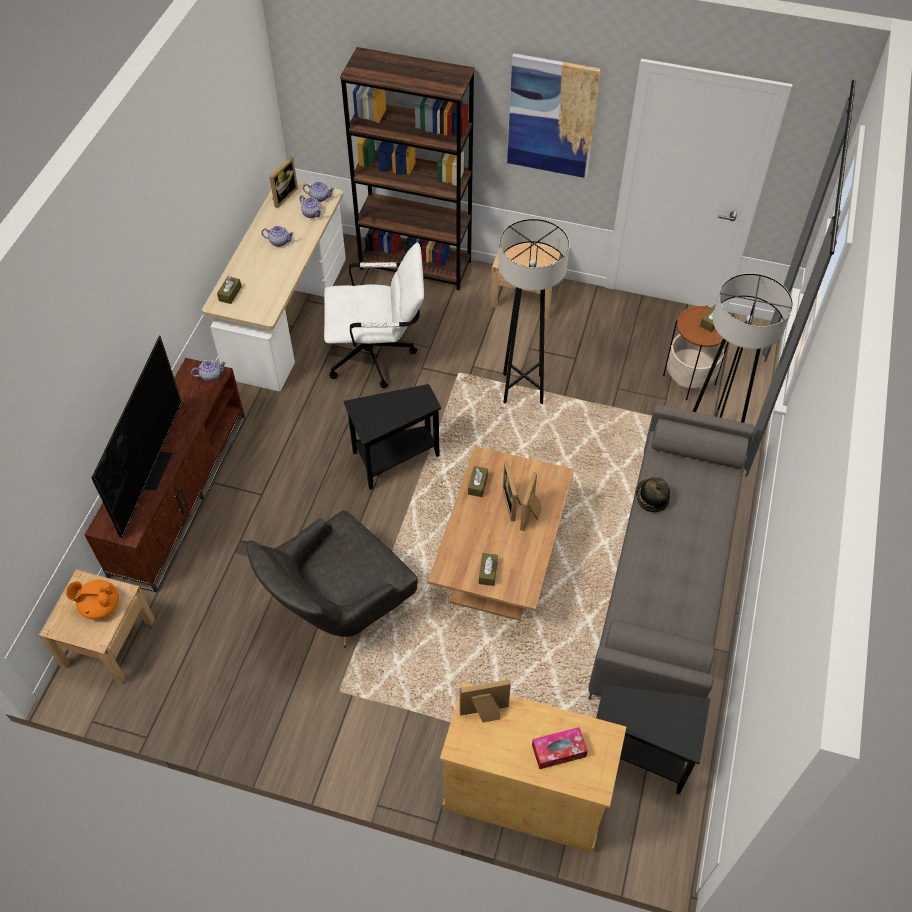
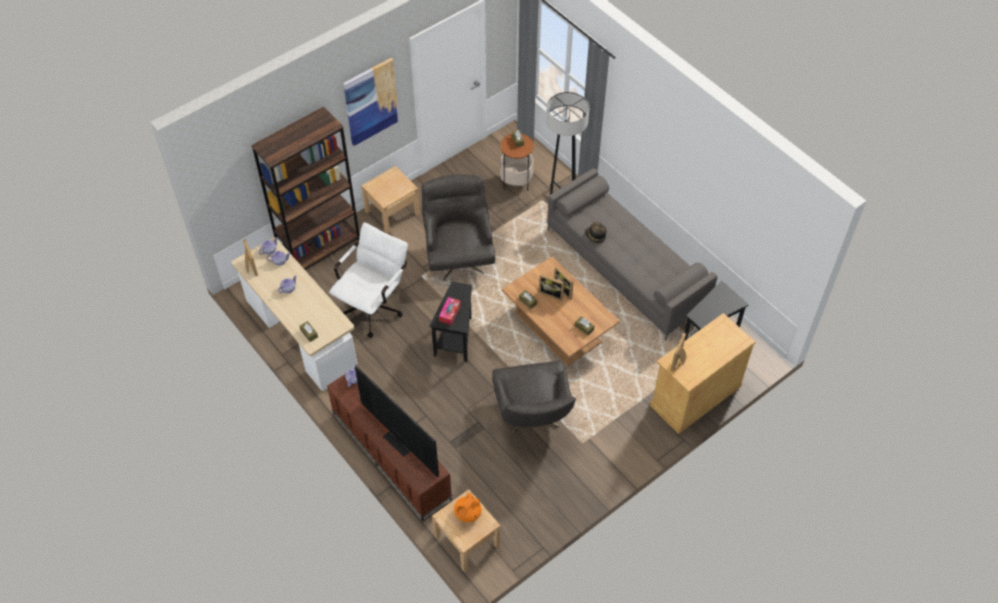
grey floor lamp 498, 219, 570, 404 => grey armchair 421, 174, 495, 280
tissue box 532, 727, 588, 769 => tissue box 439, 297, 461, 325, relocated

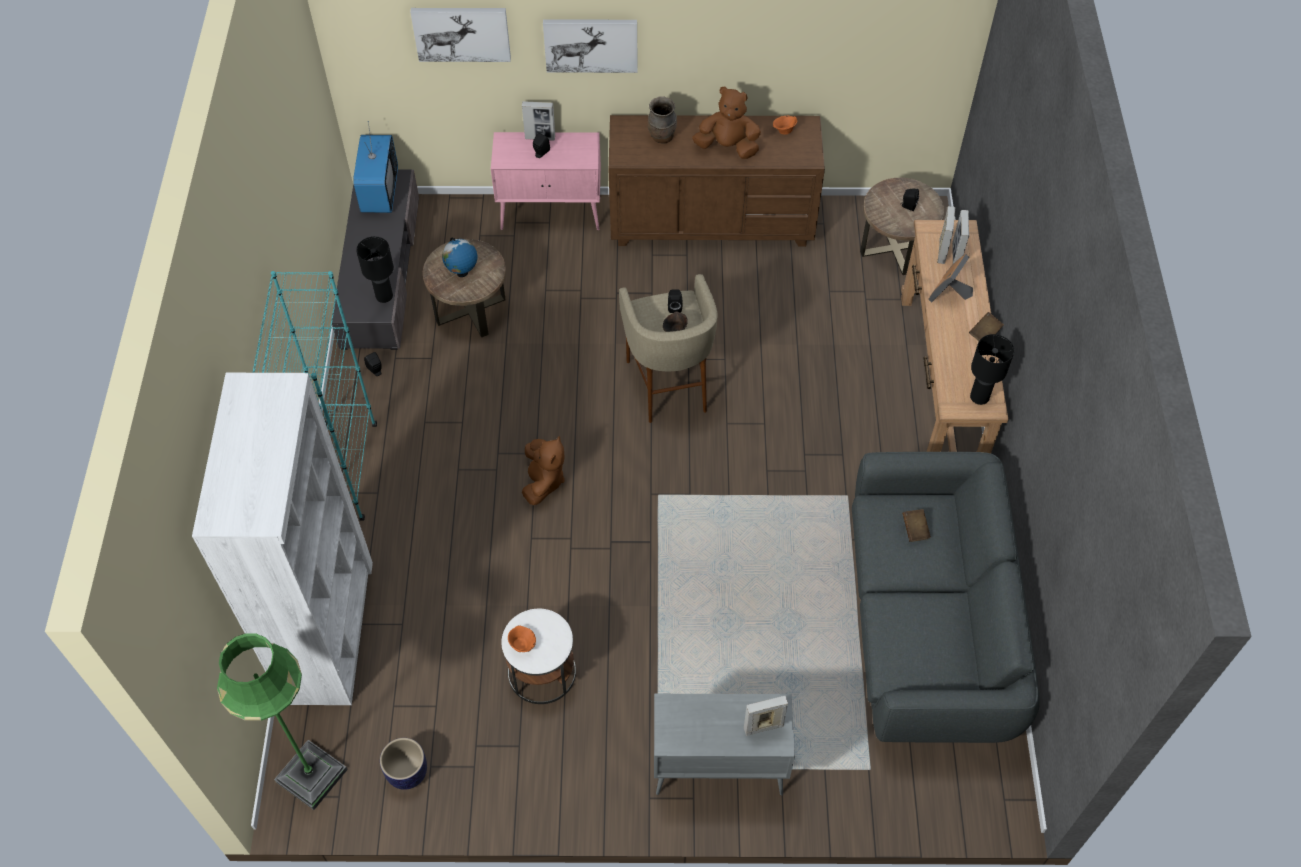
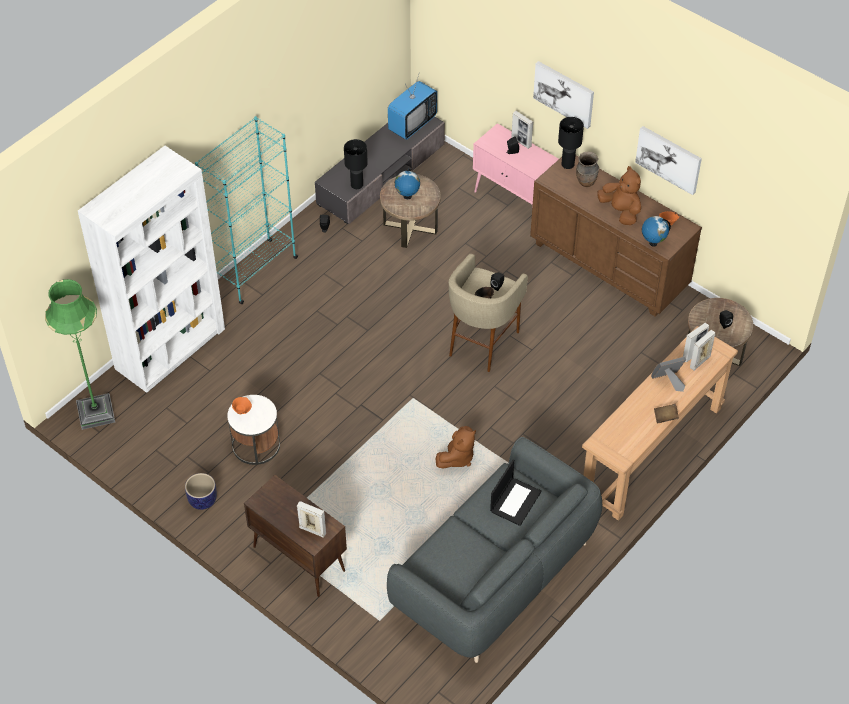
planter 380, 738, 427, 790 => planter 185, 473, 217, 510, relocated
grey cabinet 654, 694, 795, 795 => brown cabinet 244, 475, 347, 597
brown plush toy 522, 436, 565, 505 => brown plush toy 435, 426, 476, 469, relocated
brown book 902, 509, 931, 542 => laptop 490, 460, 542, 526
black table lamp 970, 334, 1014, 405 => black table lamp 558, 117, 584, 169, relocated
picture 410, 8, 511, 62 => picture 635, 126, 702, 195, relocated
nothing => globe 642, 216, 671, 247

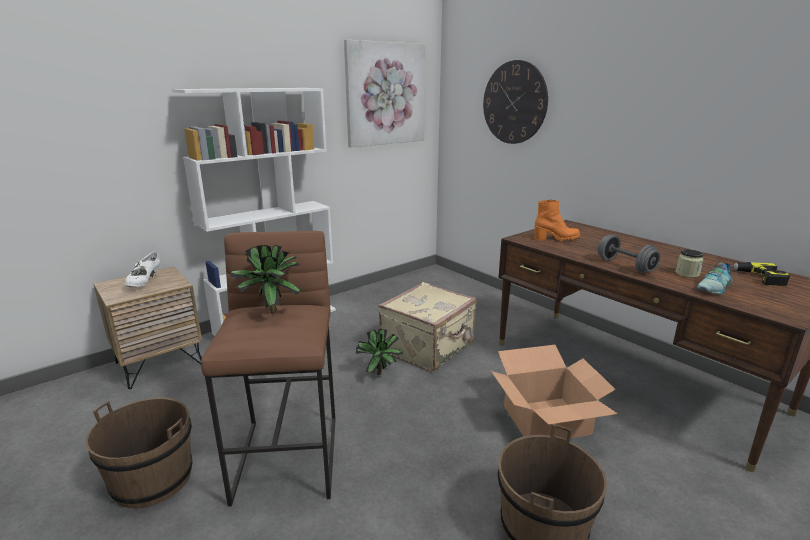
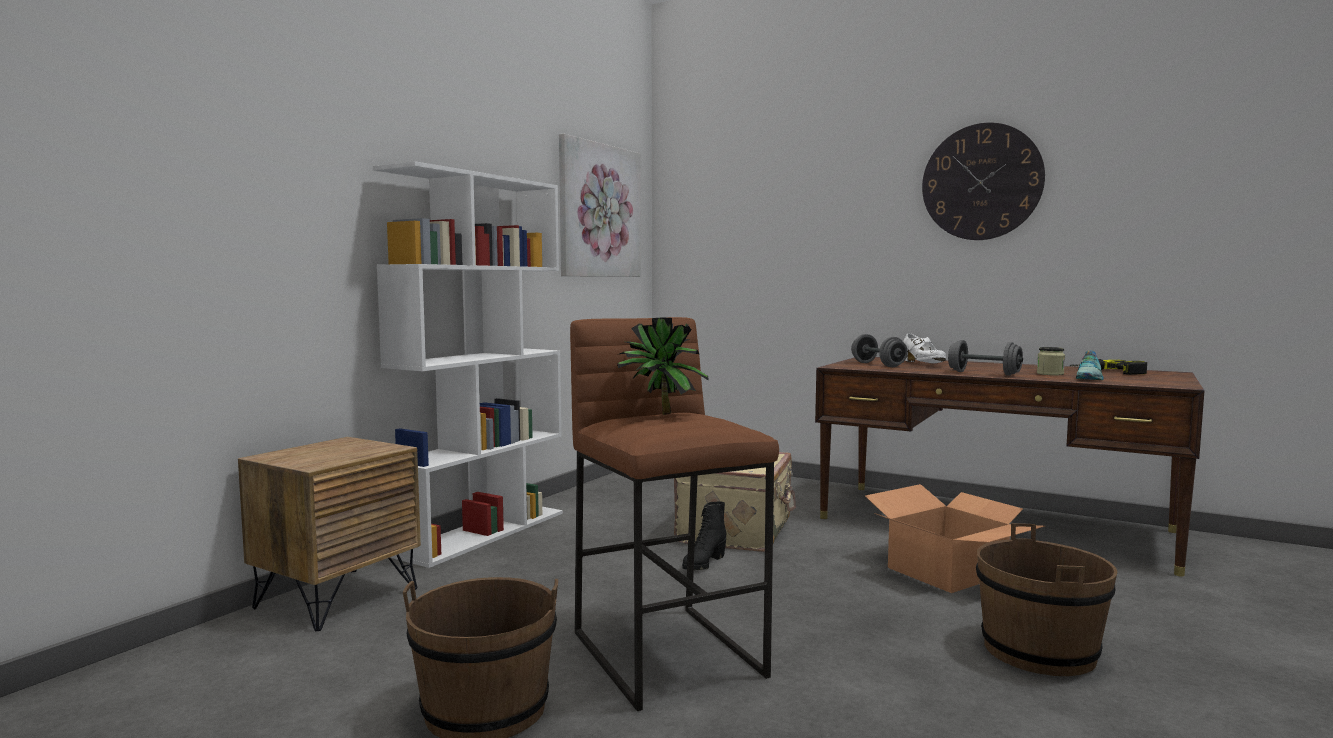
potted plant 356, 329, 403, 375 => black boot 682, 501, 726, 570
orange boot 534, 200, 580, 241 => grey dumbbell 851, 334, 908, 367
white shoe 125, 252, 160, 287 => white shoe 903, 333, 946, 363, relocated
wall clock 483, 60, 548, 144 => wall clock 922, 123, 1045, 240, relocated

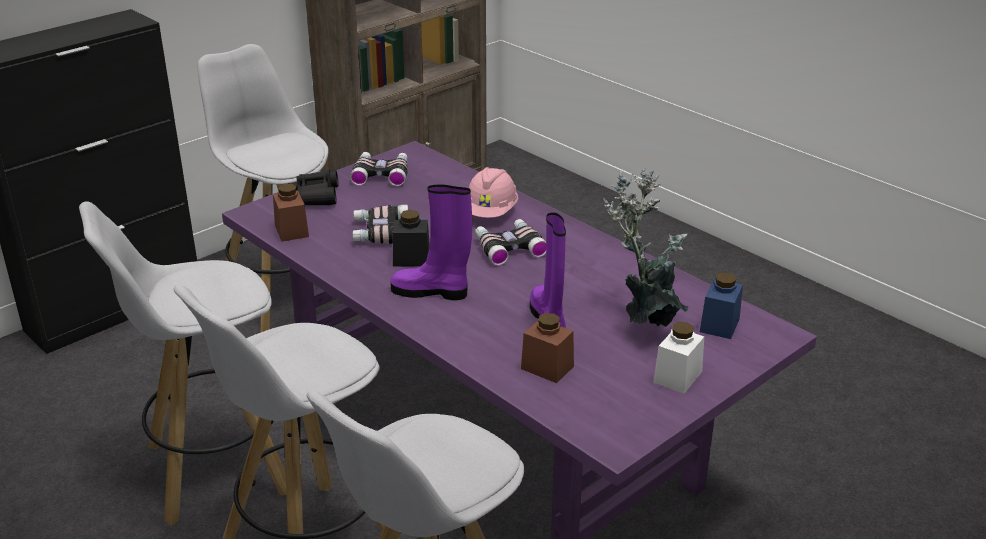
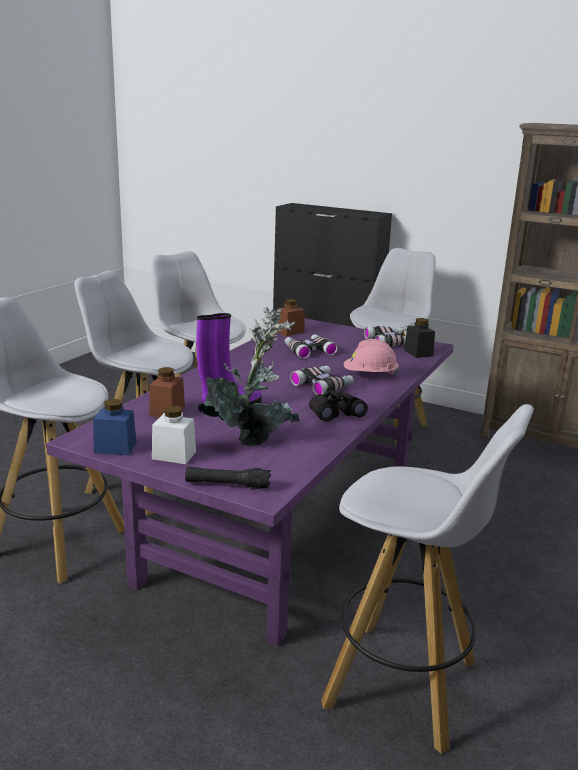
blue jar 700, 273, 743, 339 => blue jar 93, 399, 137, 455, relocated
nothing => black flashlight 185, 466, 271, 489
black binoculars 291, 170, 338, 205 => black binoculars 309, 387, 368, 422, relocated
nothing => white stool 321, 404, 534, 754
black jar 393, 210, 430, 267 => black jar 404, 318, 435, 358, relocated
purple boot 390, 185, 472, 300 => nothing

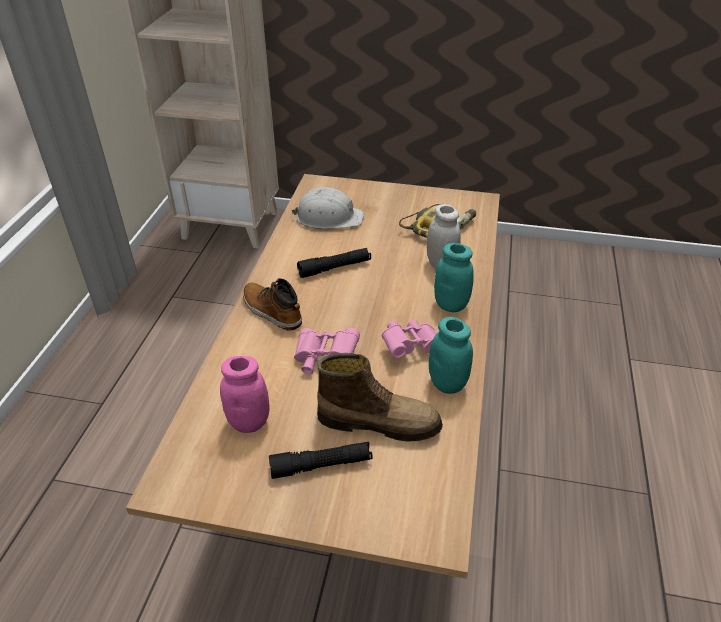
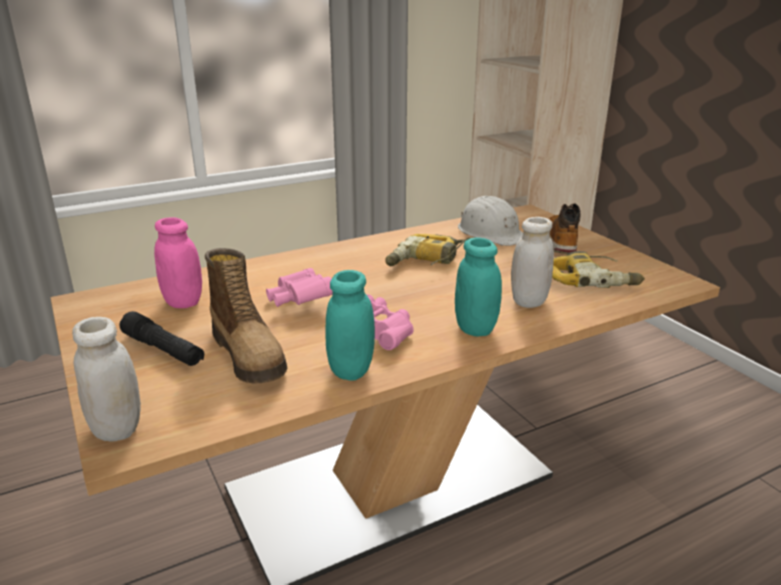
nothing => white jar 72, 317, 141, 442
black flashlight 297, 248, 371, 278 => power drill 385, 234, 470, 266
boot 243, 278, 302, 331 => boot 549, 204, 581, 254, relocated

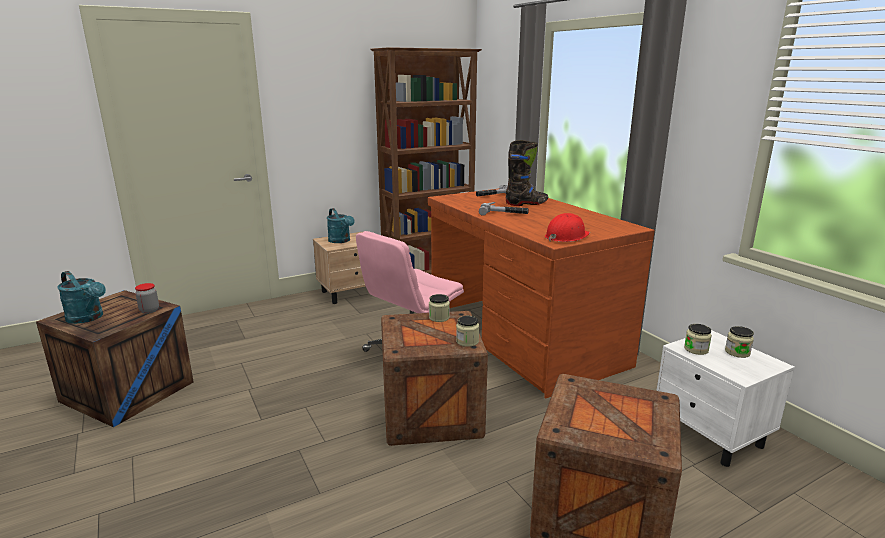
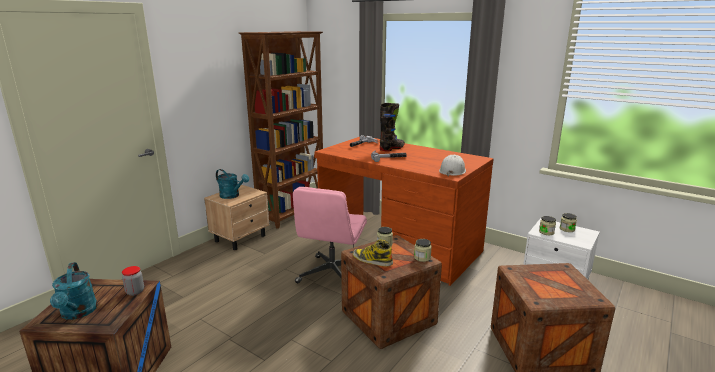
turquoise watering can 57, 271, 106, 324 => turquoise watering can 50, 262, 98, 320, 60 degrees clockwise
nothing => boot 353, 240, 393, 267
red hard hat 545, 213, 590, 242 => white hard hat 439, 155, 466, 177

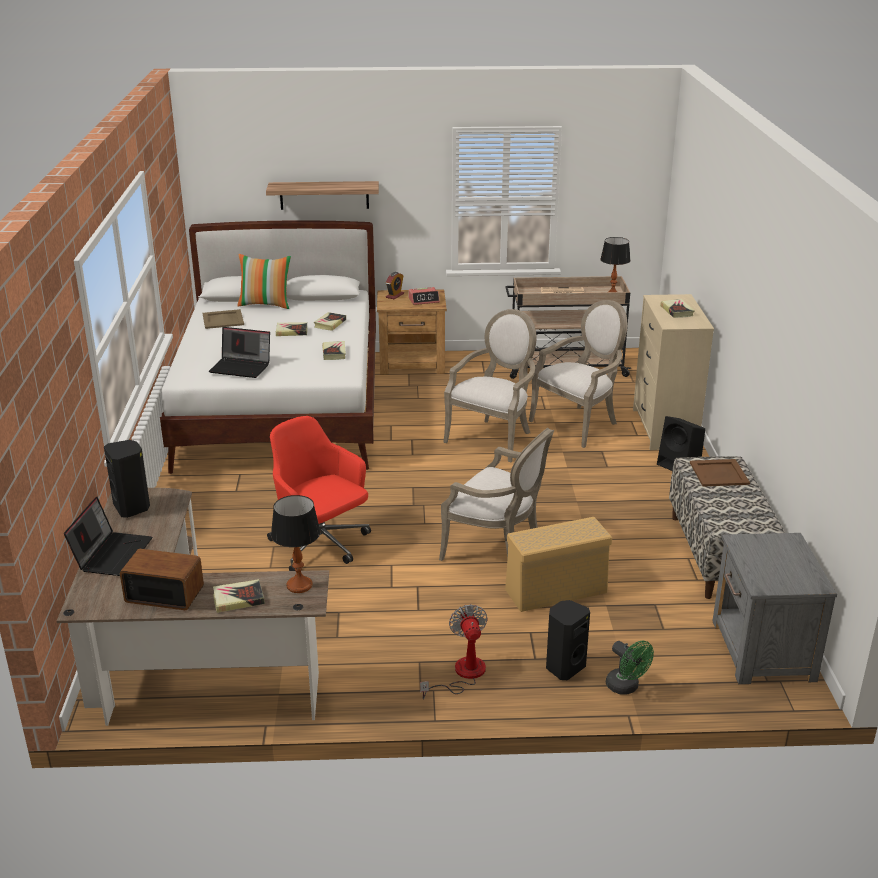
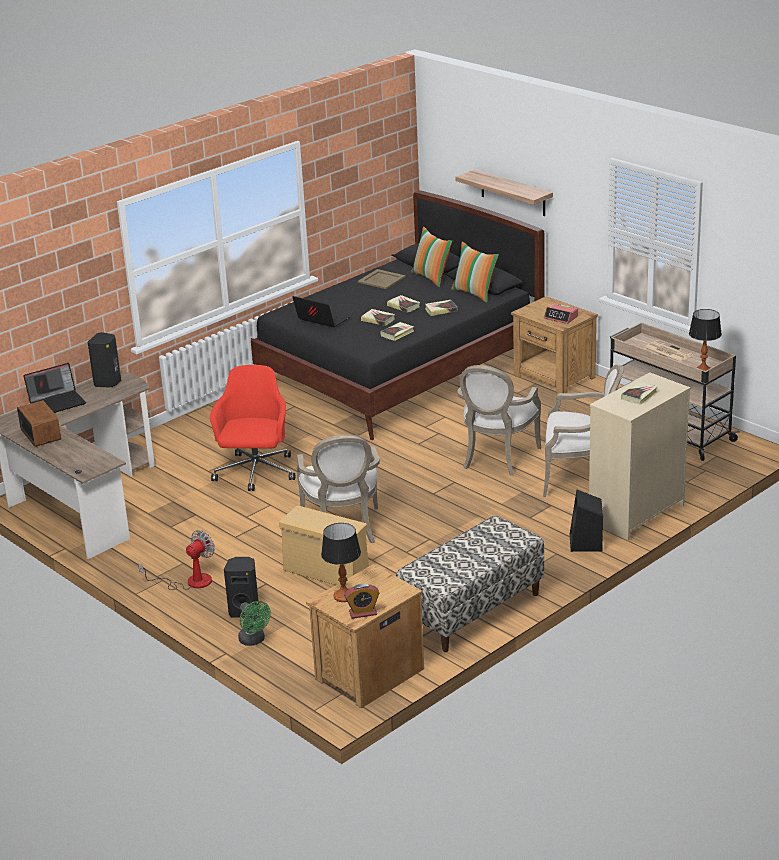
green fan 606, 641, 654, 695 => green fan 238, 601, 271, 646, 45 degrees counterclockwise
white bed 160, 221, 376, 474 => black bed 251, 190, 544, 440
laptop 209, 327, 270, 378 => laptop 292, 296, 350, 327, 150 degrees clockwise
grey nightstand 713, 533, 837, 684 => brown nightstand 306, 564, 424, 708
table lamp 271, 495, 321, 593 => table lamp 321, 523, 361, 602, relocated
alarm clock 386, 272, 404, 299 => alarm clock 344, 584, 379, 619, relocated
book 213, 579, 265, 613 => book 361, 309, 395, 326, relocated
nothing => pillow 451, 242, 499, 303
armchair 443, 309, 537, 462 => armchair 457, 365, 541, 475, 120 degrees clockwise
brown tray 690, 459, 750, 487 => nothing

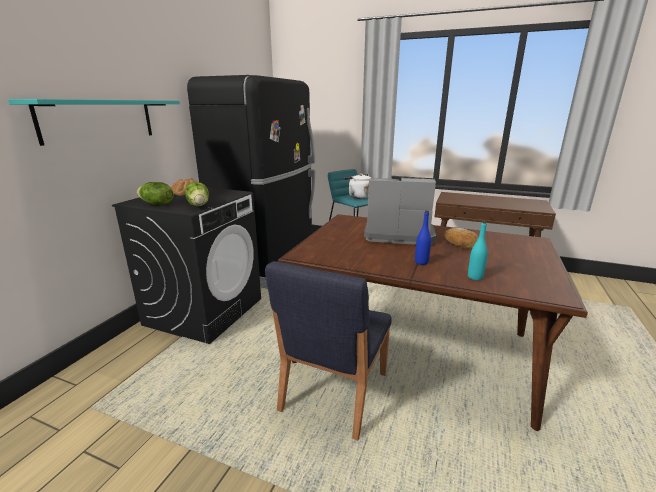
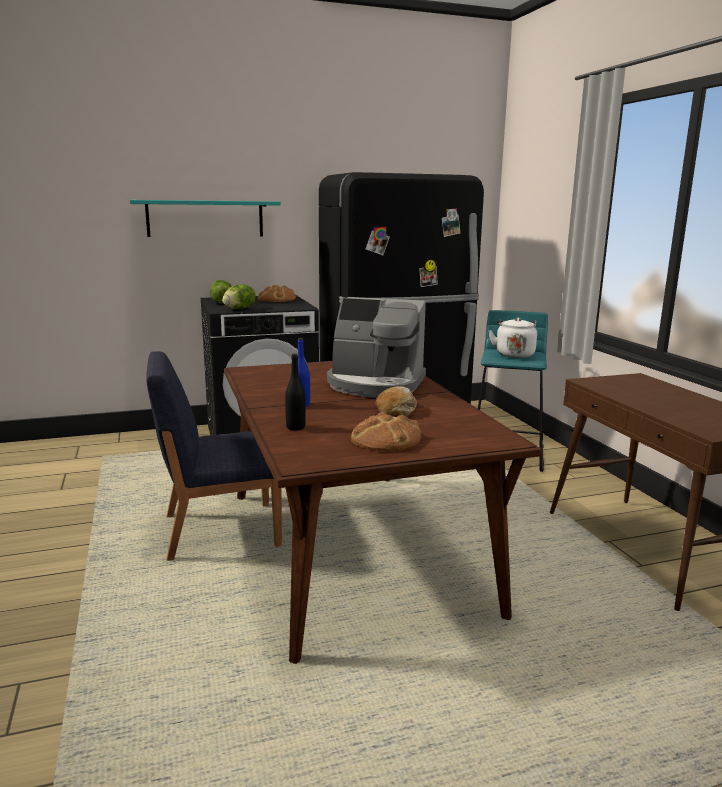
turquoise bottle 468, 221, 488, 280 => black bottle 285, 353, 306, 430
coffee machine 364, 177, 436, 245 => coffee machine 327, 297, 426, 398, 135 degrees clockwise
nothing => bread 351, 412, 421, 451

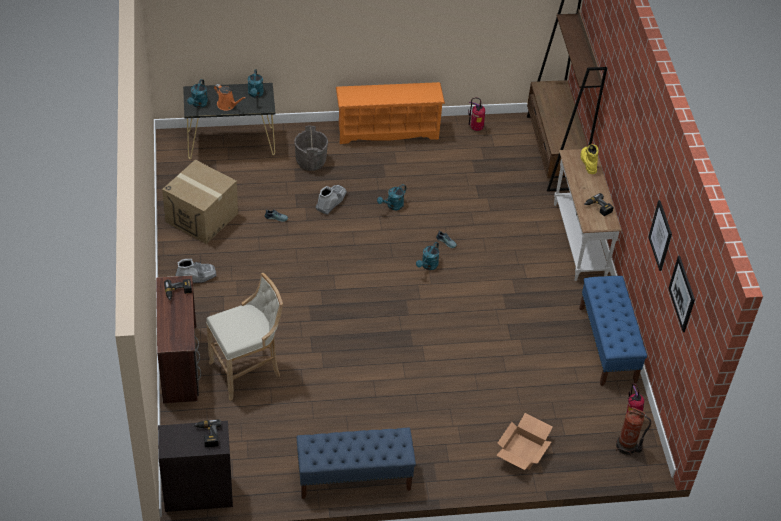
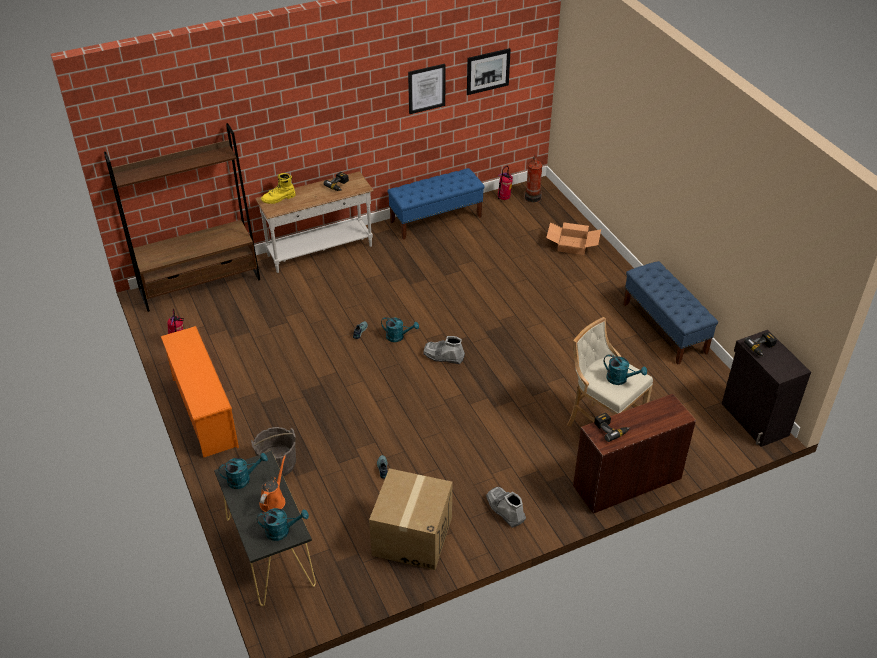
grey boot 316, 185, 347, 215 => grey boot 423, 336, 465, 364, relocated
turquoise watering can 377, 184, 406, 210 => turquoise watering can 604, 354, 647, 385, relocated

